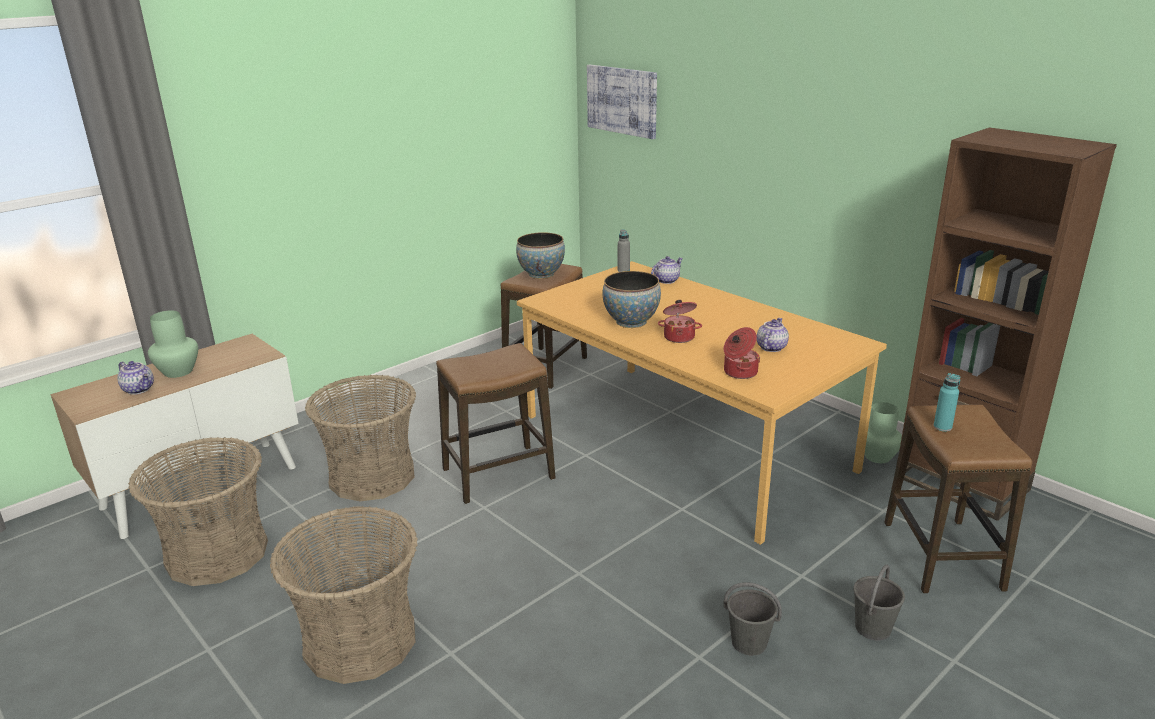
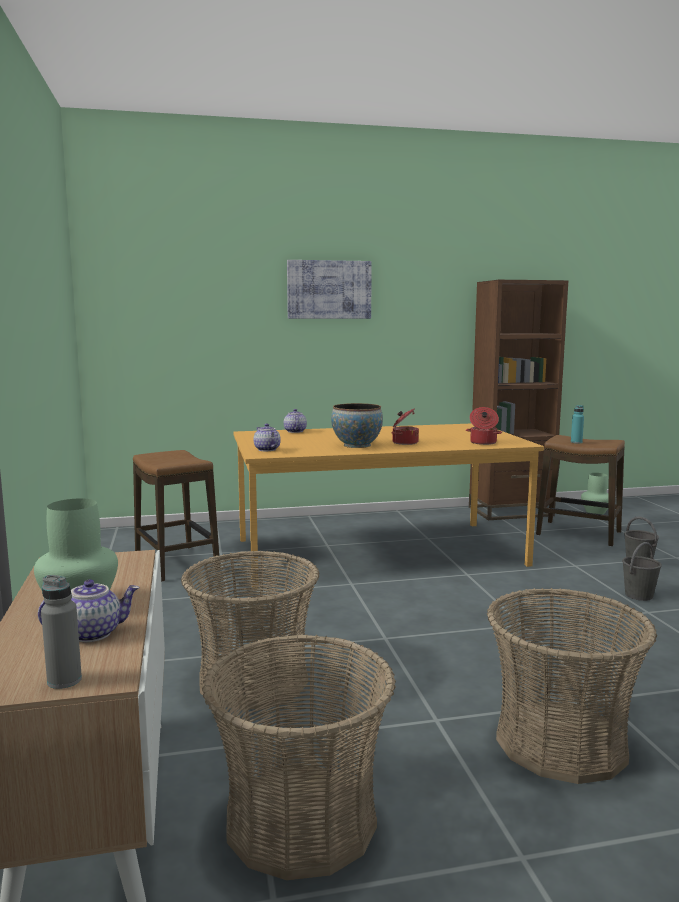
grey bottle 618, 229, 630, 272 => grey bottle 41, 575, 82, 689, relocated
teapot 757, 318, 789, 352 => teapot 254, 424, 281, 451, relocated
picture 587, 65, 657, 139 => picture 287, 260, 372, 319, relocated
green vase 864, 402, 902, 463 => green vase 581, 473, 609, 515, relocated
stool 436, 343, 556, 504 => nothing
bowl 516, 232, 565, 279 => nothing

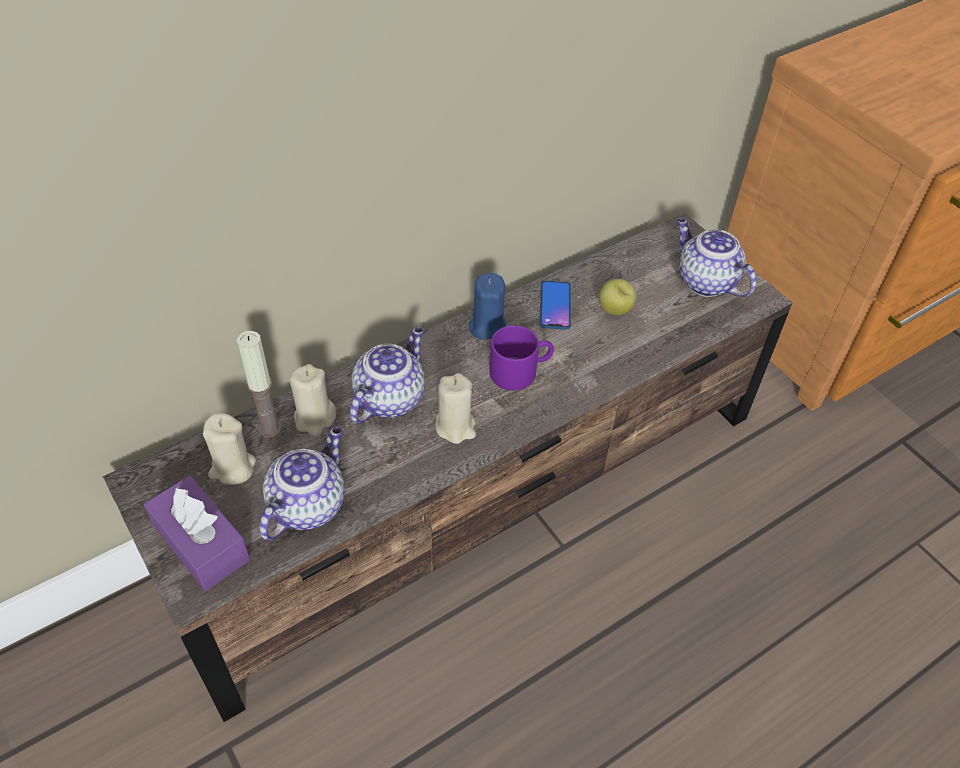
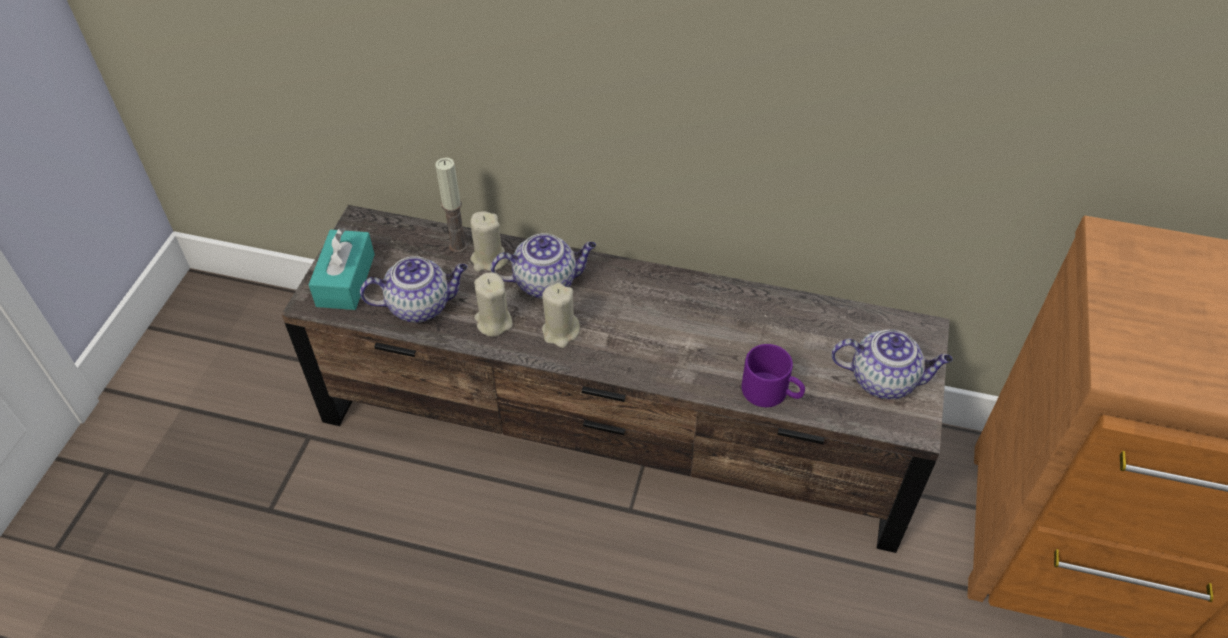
purple tissue box 144, 476, 250, 591 => turquoise tissue box 309, 228, 375, 310
beige candle 203, 413, 256, 485 => beige candle 474, 272, 513, 337, relocated
purple mug 490, 325, 554, 390 => purple mug 742, 344, 805, 407, relocated
teapot 677, 218, 756, 297 => teapot 831, 329, 953, 399, 90 degrees clockwise
blue candle 469, 273, 506, 340 => nothing
phone 540, 281, 571, 330 => nothing
apple 599, 279, 636, 315 => nothing

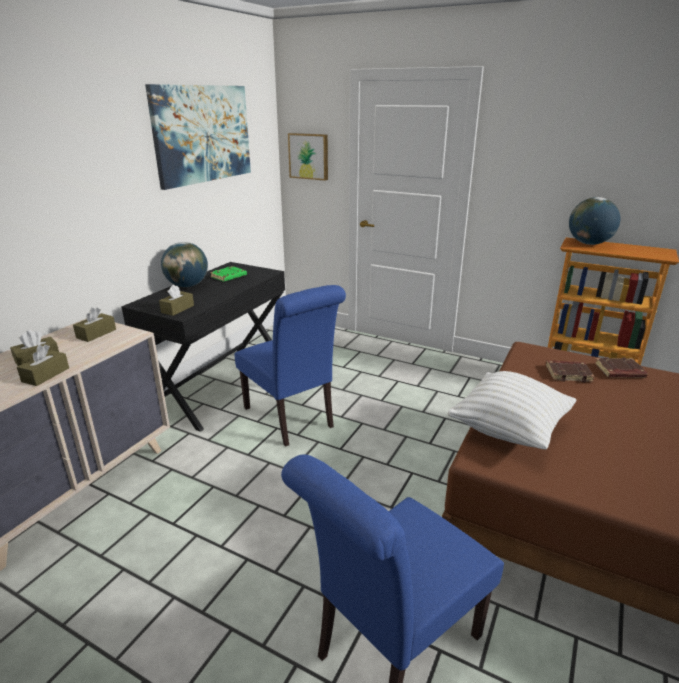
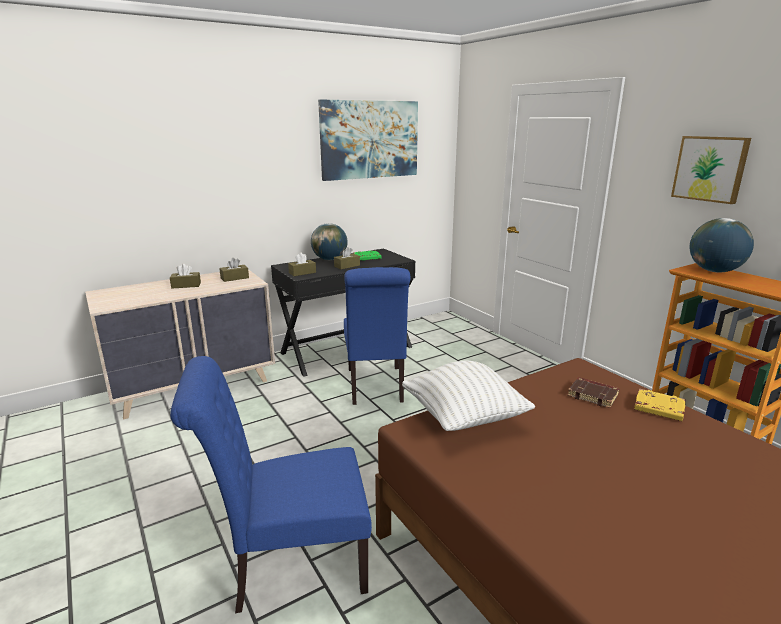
brown tissue box 17, 345, 69, 386 => brown tissue box 334, 247, 360, 269, relocated
brown book 595, 358, 648, 378 => yellow book 634, 388, 686, 421
picture 288, 133, 328, 181 => picture 671, 136, 751, 204, relocated

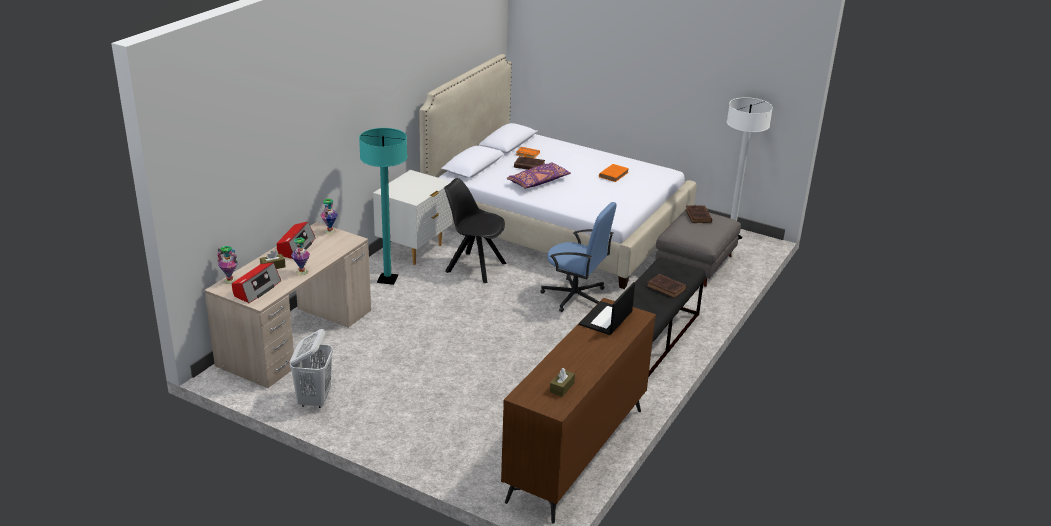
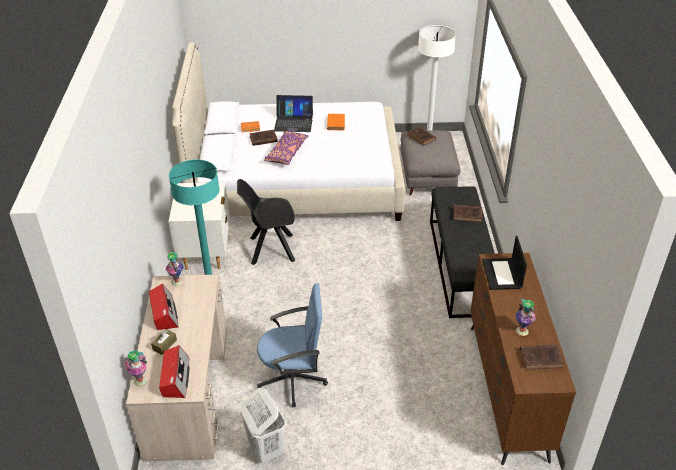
blue office chair 540, 202, 617, 312 => blue office chair 257, 283, 328, 408, relocated
nothing => laptop 274, 95, 313, 132
vase 291, 237, 310, 275 => vase 516, 299, 536, 336, relocated
brown tissue box 550, 368, 575, 397 => brown book 520, 344, 564, 370

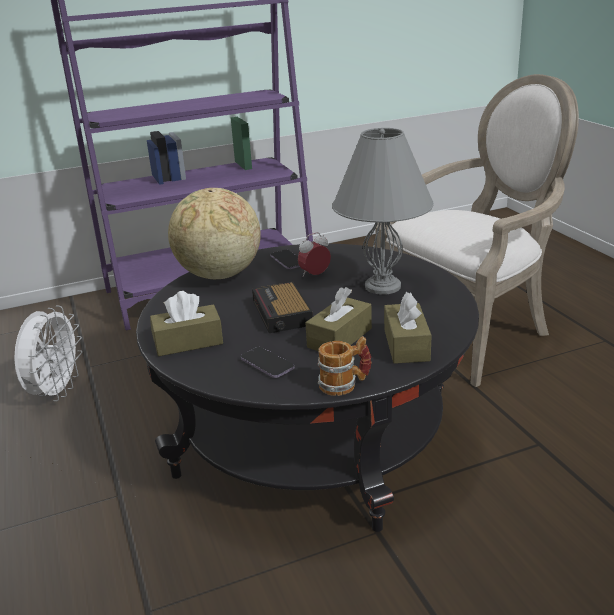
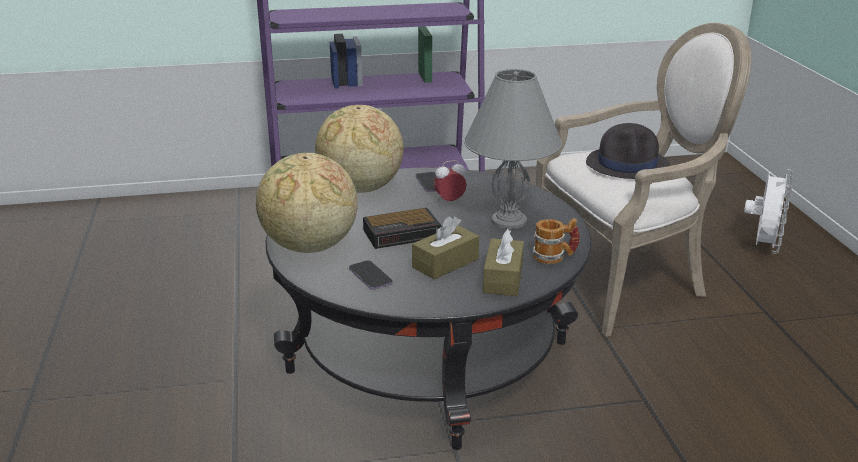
brown tissue box 150, 291, 223, 356 => globe 256, 153, 358, 253
alarm clock 252, 282, 313, 333 => alarm clock 363, 208, 442, 249, 105 degrees counterclockwise
mug 318, 336, 372, 396 => mug 532, 218, 580, 264, relocated
nothing => black hat 586, 123, 670, 179
white fan 14, 306, 82, 401 => white fan 744, 169, 793, 254, relocated

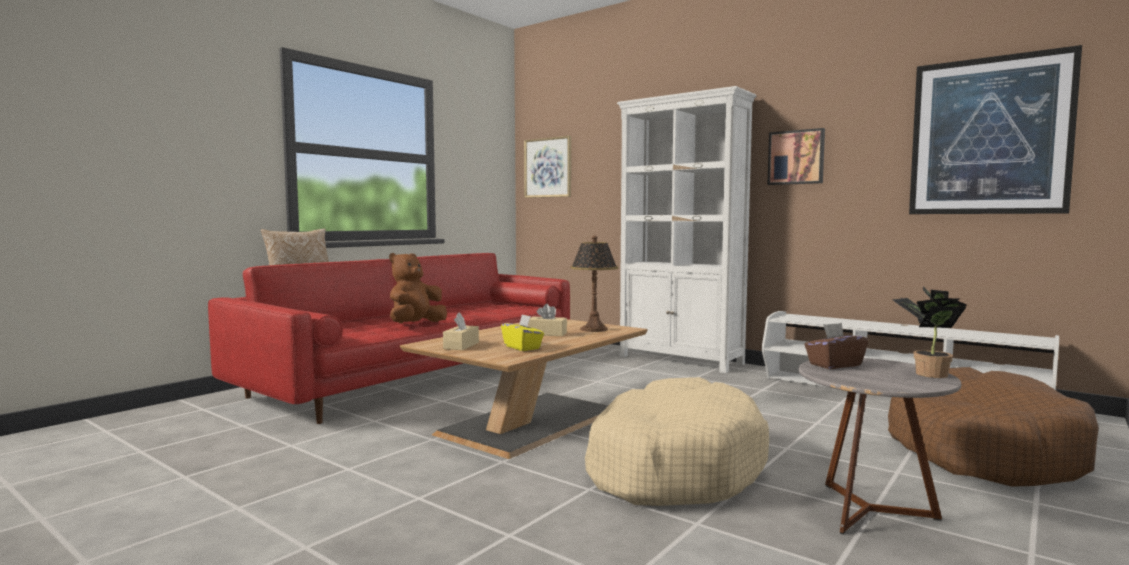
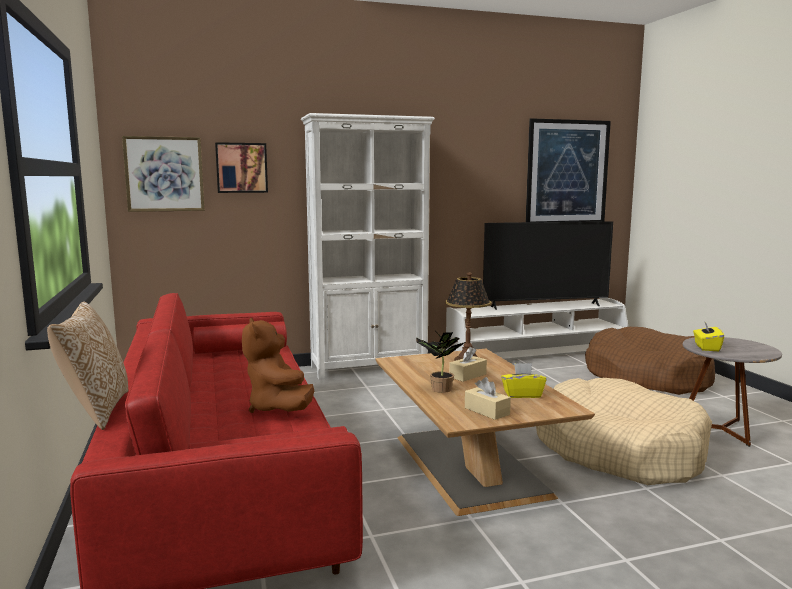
picture 767, 128, 825, 185 => picture 215, 142, 268, 193, relocated
potted plant 892, 286, 967, 378 => potted plant 416, 331, 465, 393, relocated
nothing => television 483, 221, 613, 310
brown tissue box 804, 323, 868, 369 => yellow tissue box 693, 321, 724, 351

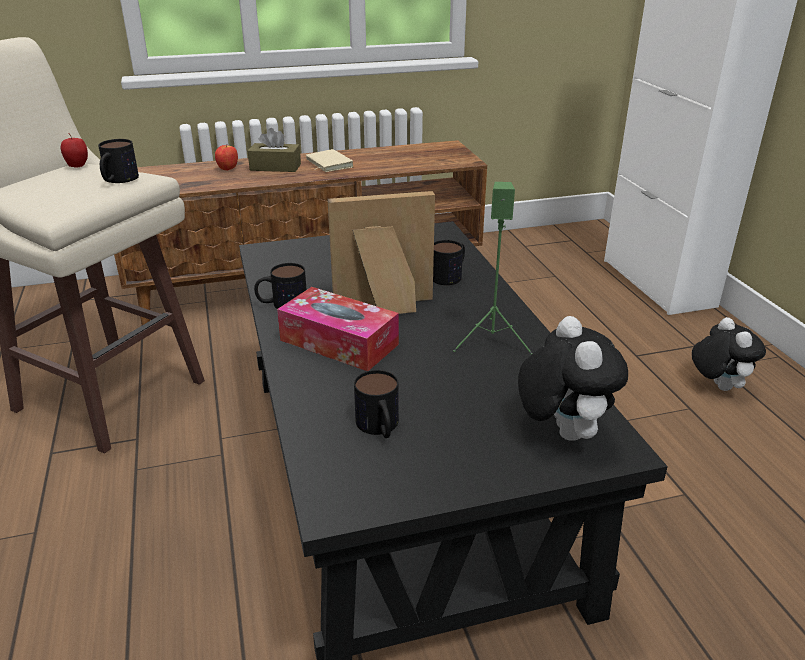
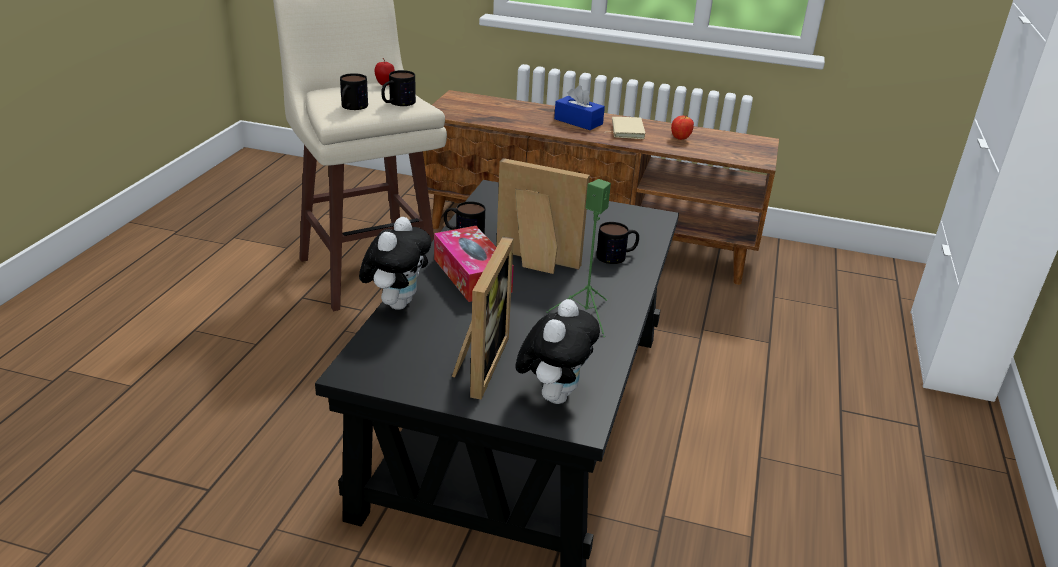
mug 354, 370, 399, 438 => mug 340, 73, 368, 110, relocated
plush toy 692, 317, 766, 391 => plush toy 359, 217, 432, 310, relocated
nothing => picture frame 452, 237, 514, 399
brown tissue box 248, 128, 301, 172 => blue tissue box 554, 85, 605, 130
apple 215, 144, 238, 171 => apple 671, 116, 694, 140, relocated

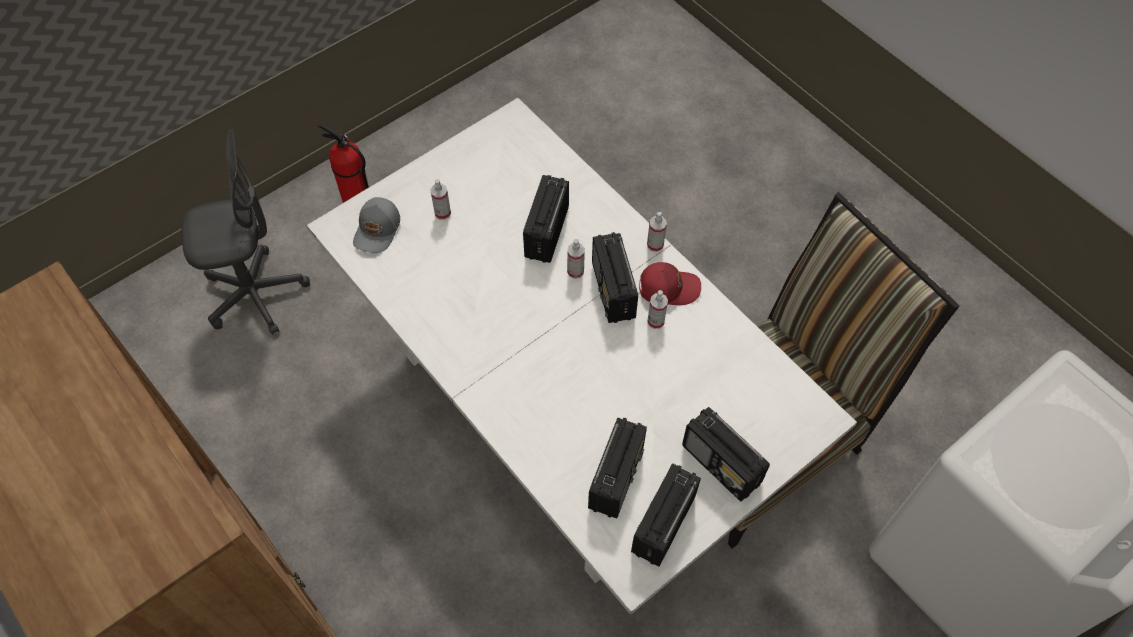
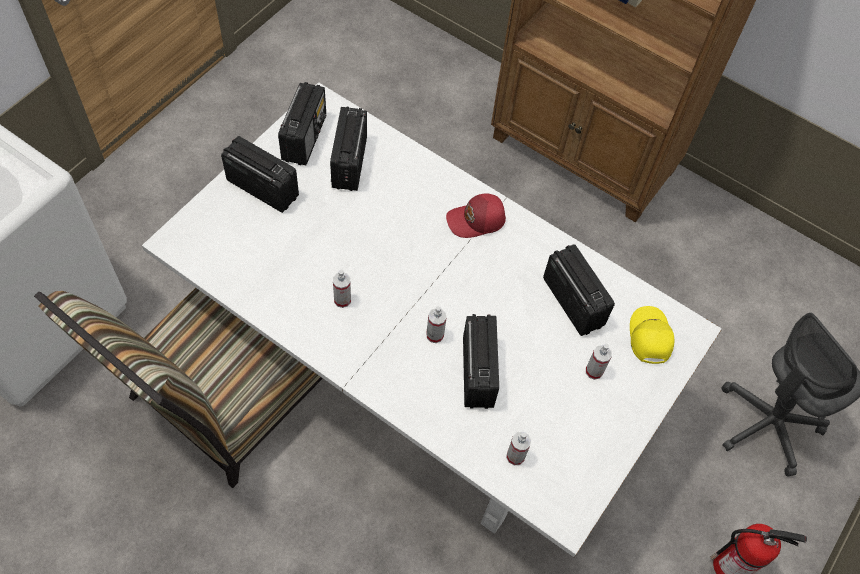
red cap 639, 262, 701, 305 => red cap 446, 194, 506, 238, relocated
spray bottle 647, 212, 667, 252 => spray bottle 506, 432, 531, 465, relocated
radio 592, 232, 638, 323 => radio 543, 244, 615, 336, relocated
grey cap 353, 197, 400, 253 => yellow cap 630, 306, 674, 364

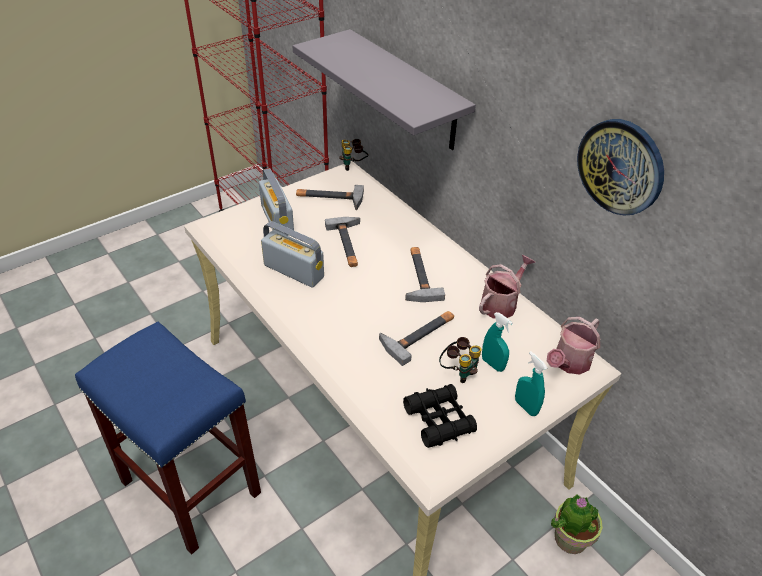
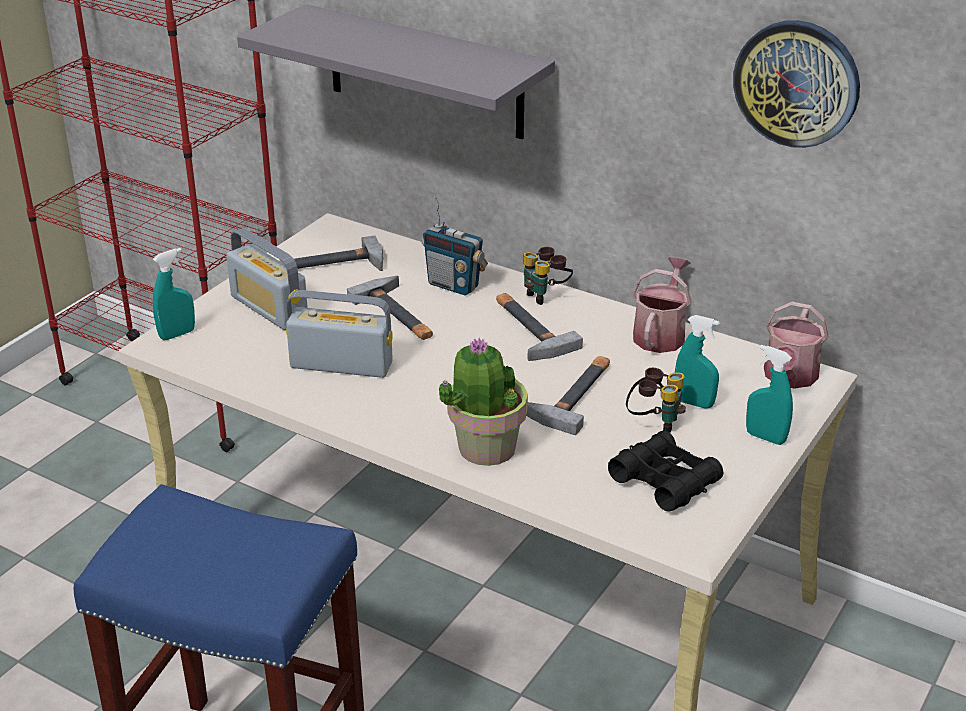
nothing => turquoise spray bottle 153, 248, 195, 340
nothing => radio 422, 197, 488, 296
potted plant 551, 495, 603, 554 => potted plant 439, 338, 528, 466, relocated
binoculars 339, 139, 369, 171 => binoculars 523, 247, 573, 305, relocated

